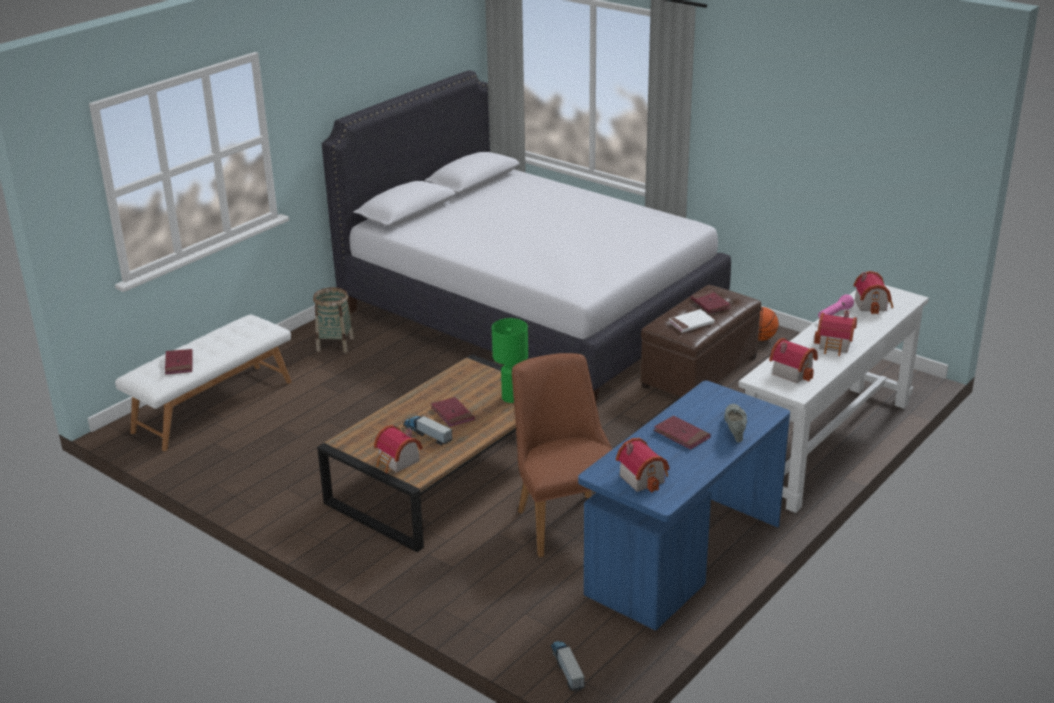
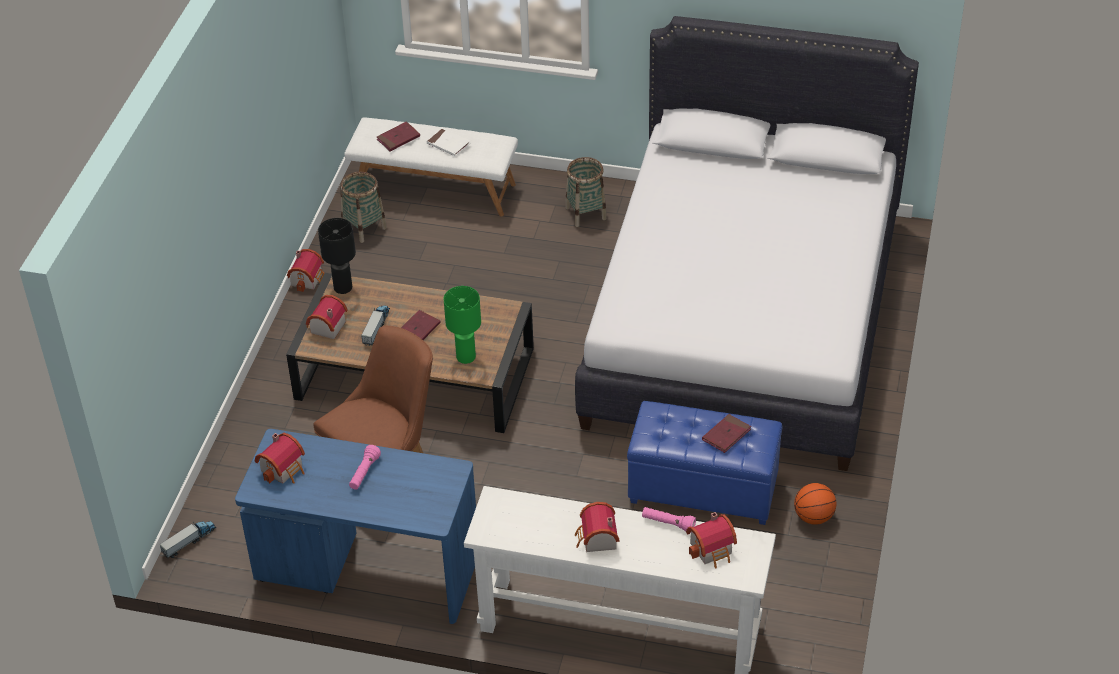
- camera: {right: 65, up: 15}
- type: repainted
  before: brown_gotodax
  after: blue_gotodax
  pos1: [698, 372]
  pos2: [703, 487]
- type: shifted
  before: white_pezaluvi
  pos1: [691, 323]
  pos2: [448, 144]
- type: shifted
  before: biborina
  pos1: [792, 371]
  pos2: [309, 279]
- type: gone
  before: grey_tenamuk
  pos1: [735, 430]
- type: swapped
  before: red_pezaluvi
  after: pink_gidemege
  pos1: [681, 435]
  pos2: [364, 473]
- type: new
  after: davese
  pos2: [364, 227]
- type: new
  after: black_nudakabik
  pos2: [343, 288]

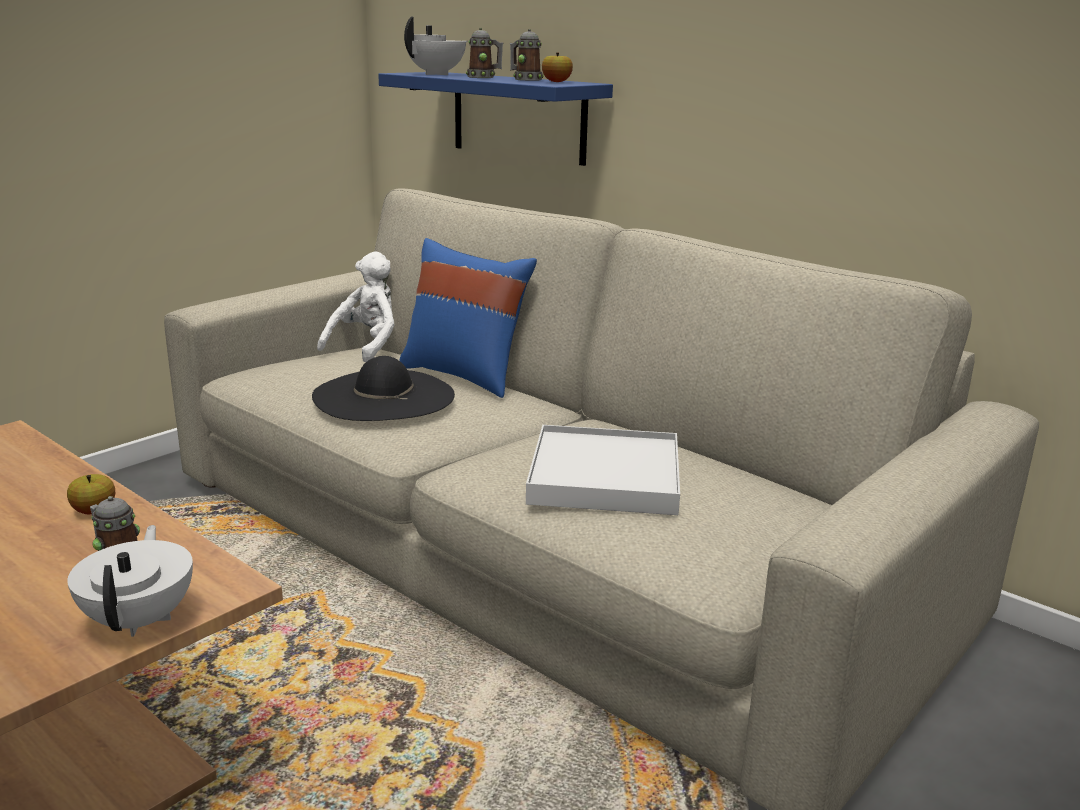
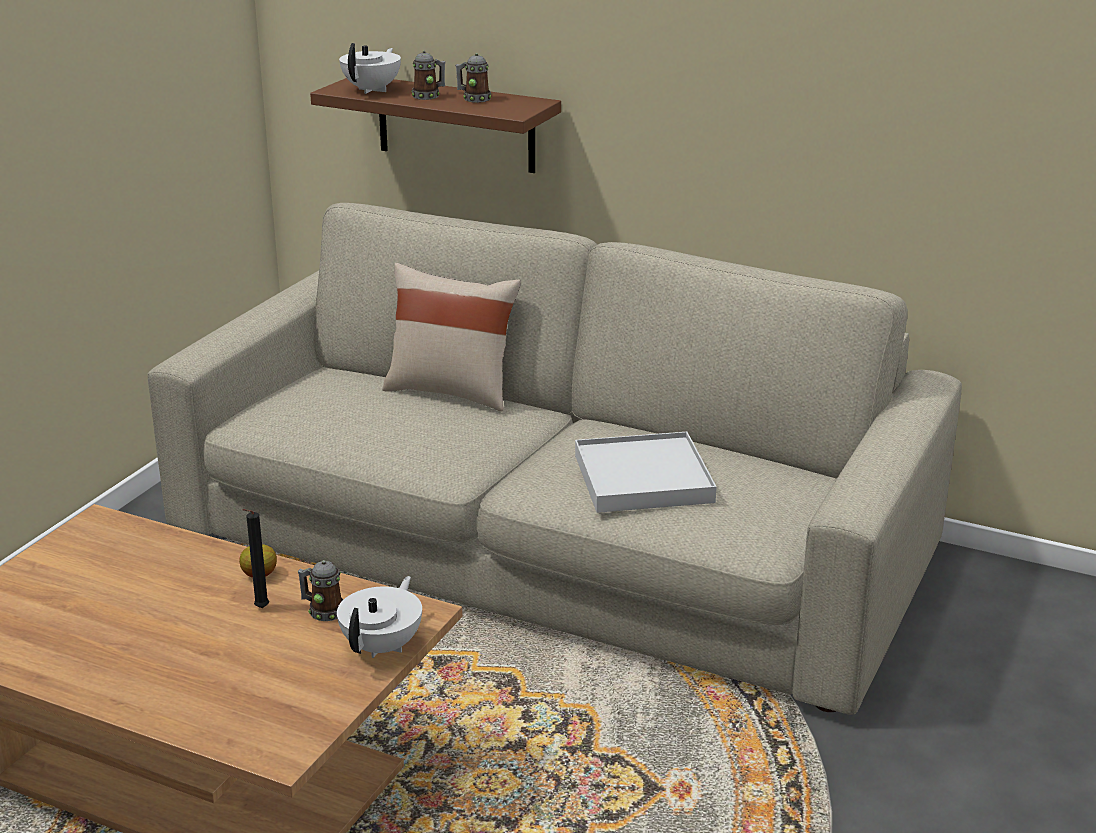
- camera: {right: -15, up: 5}
- type: gone
  before: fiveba
  pos1: [556, 82]
- type: repainted
  before: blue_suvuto
  after: brown_suvuto
  pos1: [518, 117]
  pos2: [456, 124]
- type: repainted
  before: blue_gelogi
  after: beige_gelogi
  pos1: [465, 375]
  pos2: [452, 391]
- type: gone
  before: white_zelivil
  pos1: [367, 346]
- type: gone
  before: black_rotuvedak
  pos1: [383, 396]
- type: rotated
  before: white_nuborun
  pos1: [141, 619]
  pos2: [383, 646]
  turn: 45
- type: new
  after: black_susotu
  pos2: [260, 609]

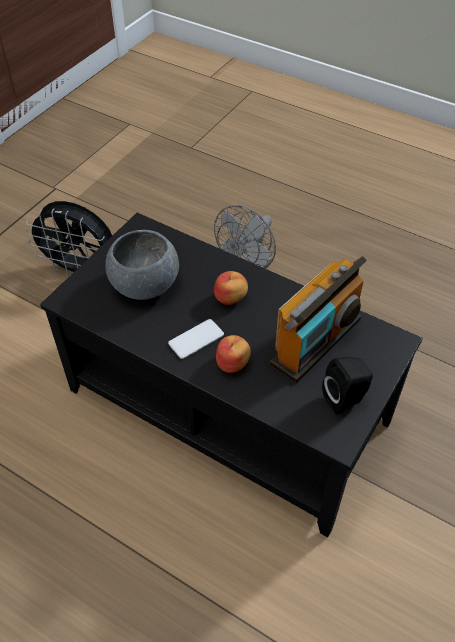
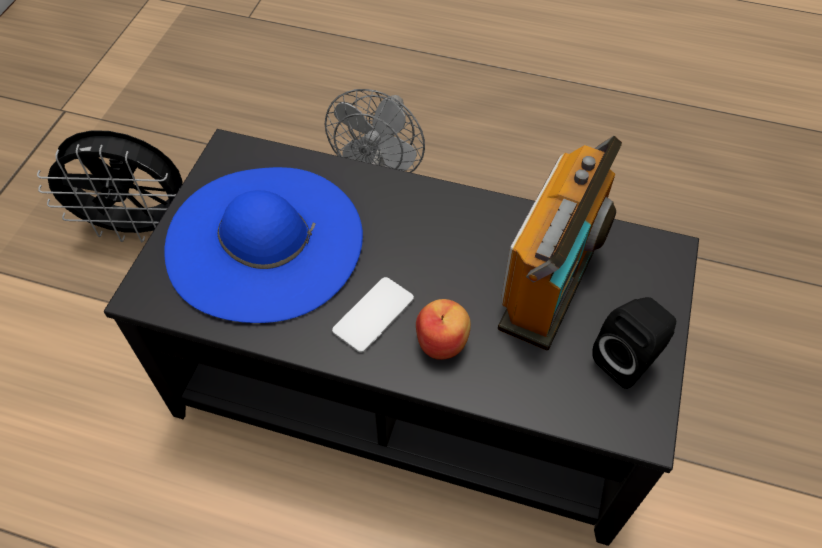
- camera: {right: -15, up: 5}
- type: swapped
  before: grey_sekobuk
  after: blue_rotuvedak
  pos1: [144, 283]
  pos2: [264, 241]
- type: gone
  before: fiveba
  pos1: [231, 298]

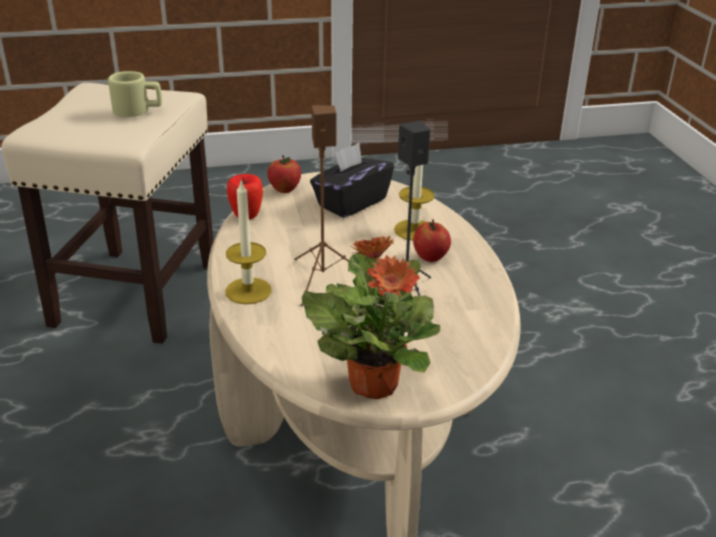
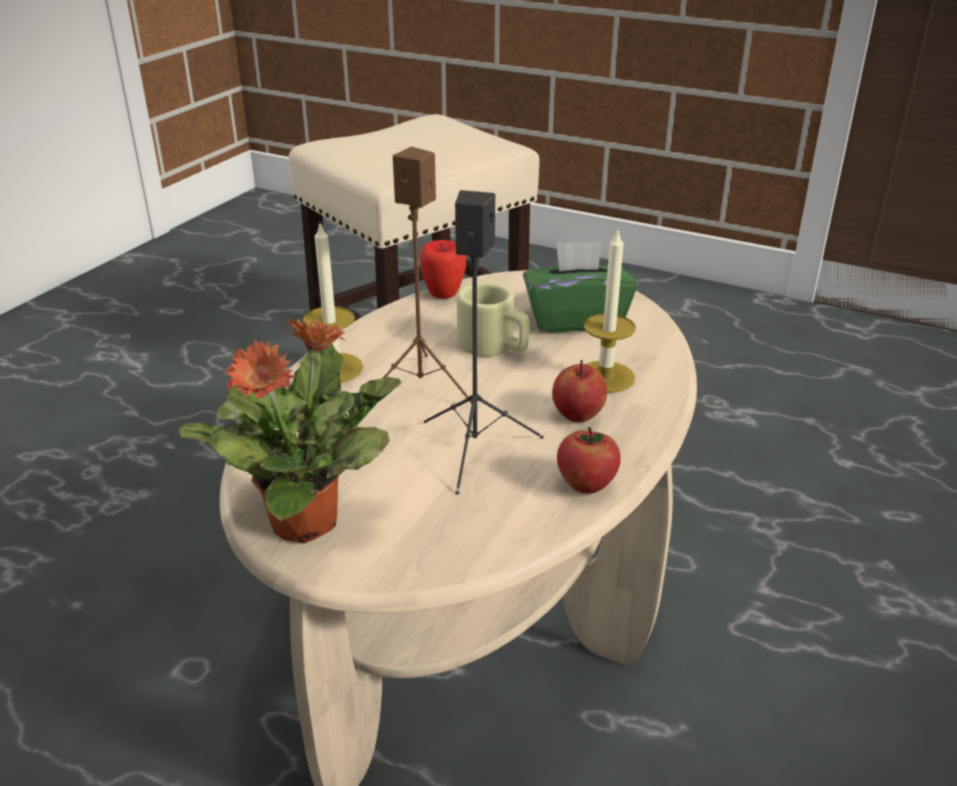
- camera: {right: 40, up: 0}
- type: shifted
  before: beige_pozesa
  pos1: [138, 110]
  pos2: [494, 347]
- type: repainted
  before: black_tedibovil
  after: green_tedibovil
  pos1: [351, 202]
  pos2: [575, 319]
- type: shifted
  before: fiveba
  pos1: [284, 189]
  pos2: [586, 485]

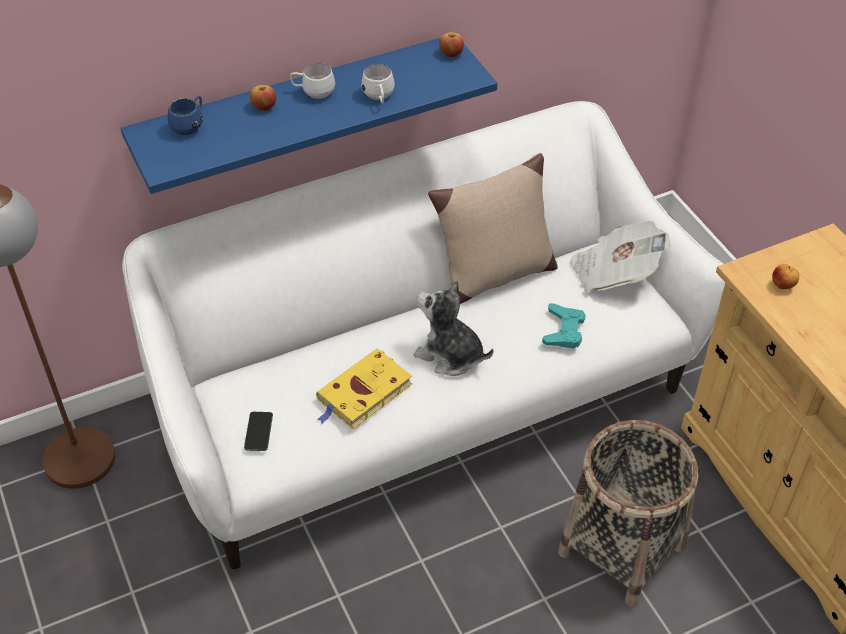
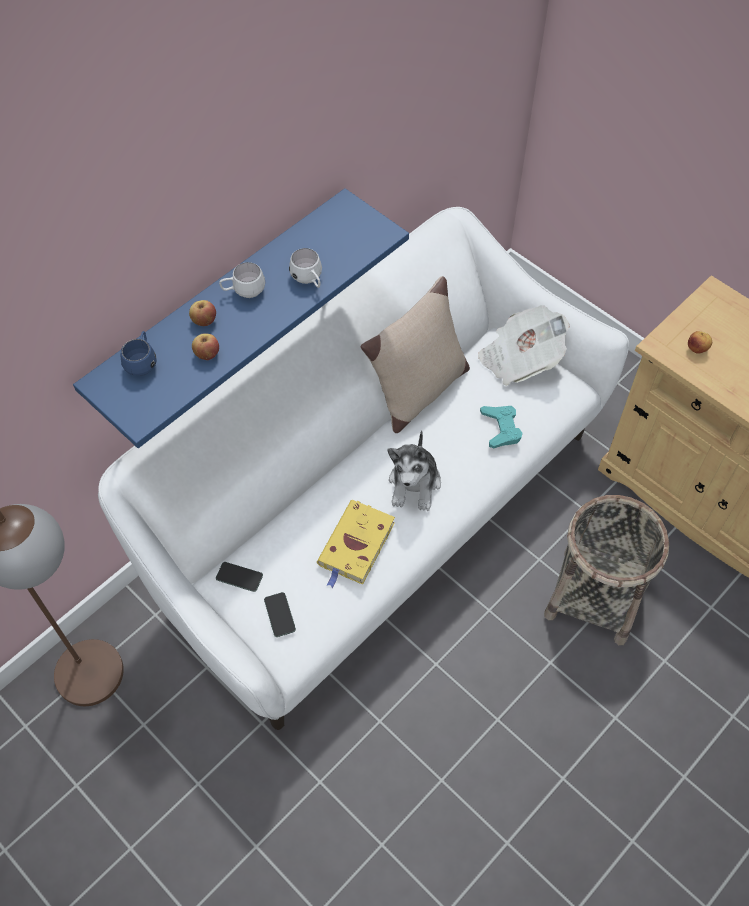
- camera: {right: -20, up: 10}
- type: shifted
  before: fiveba
  pos1: [451, 54]
  pos2: [207, 354]
- type: rotated
  before: zelivil
  pos1: [450, 355]
  pos2: [415, 483]
  turn: -90
- type: new
  after: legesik
  pos2: [239, 577]

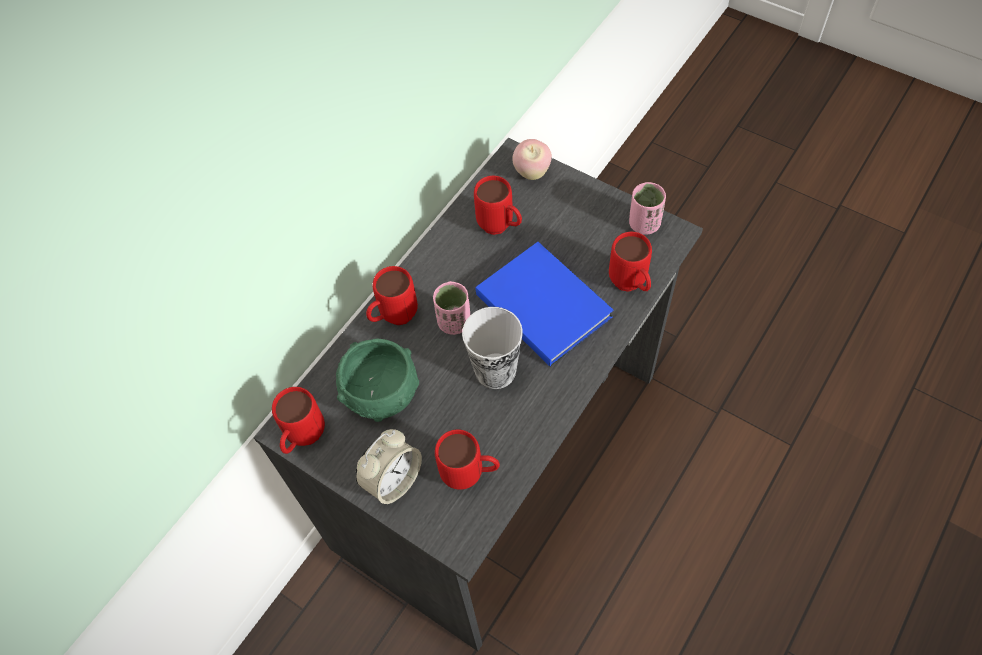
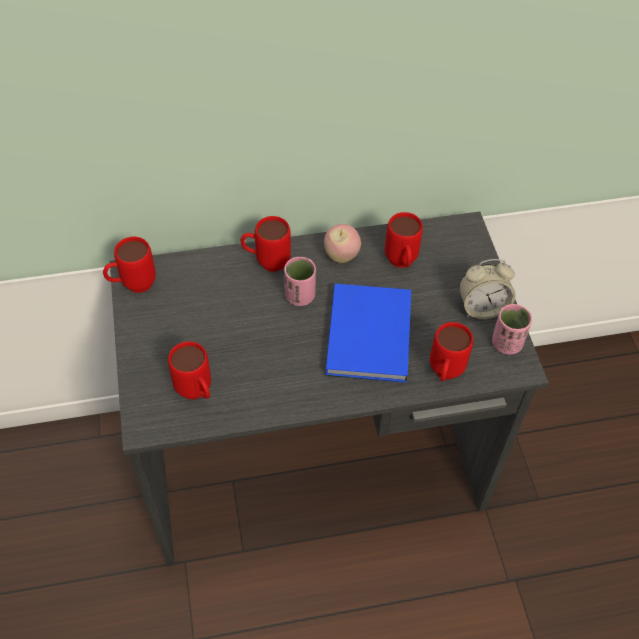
- camera: {right: 40, up: -5}
- type: shifted
  before: fiveba
  pos1: [532, 173]
  pos2: [341, 256]
- type: gone
  before: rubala
  pos1: [495, 370]
- type: gone
  before: green_sekobuk
  pos1: [381, 393]
- type: shifted
  before: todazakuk
  pos1: [393, 480]
  pos2: [482, 307]

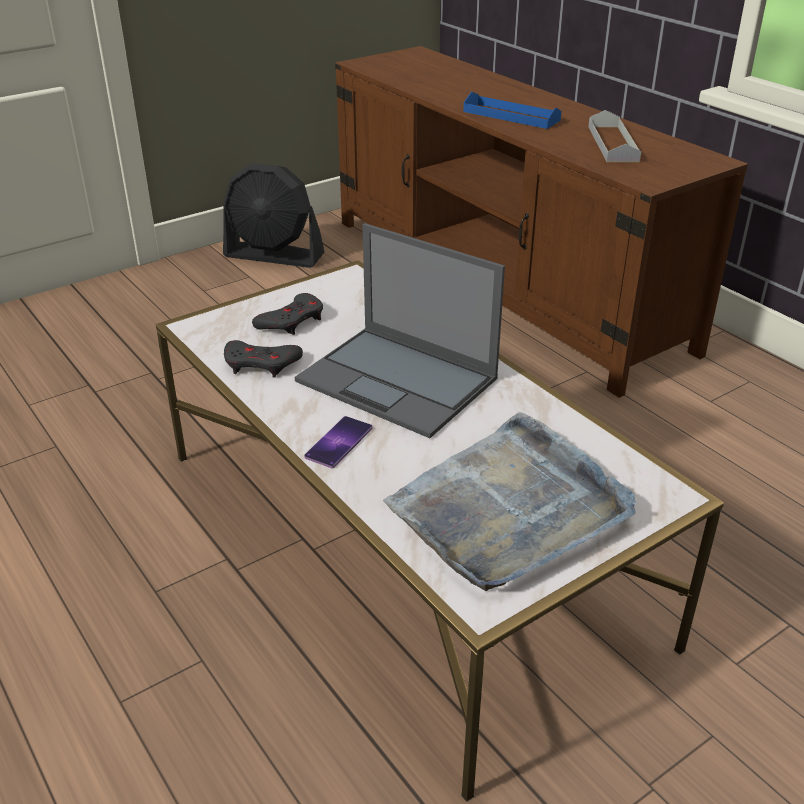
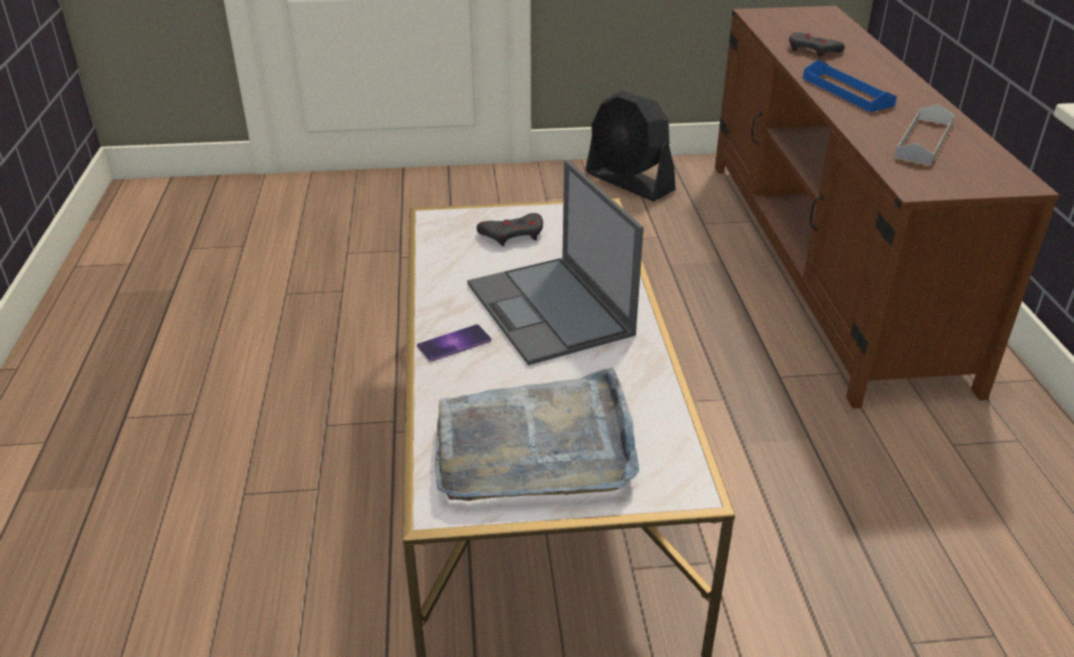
- camera: {right: 30, up: 0}
- type: shifted
  before: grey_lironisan
  pos1: [261, 364]
  pos2: [812, 50]

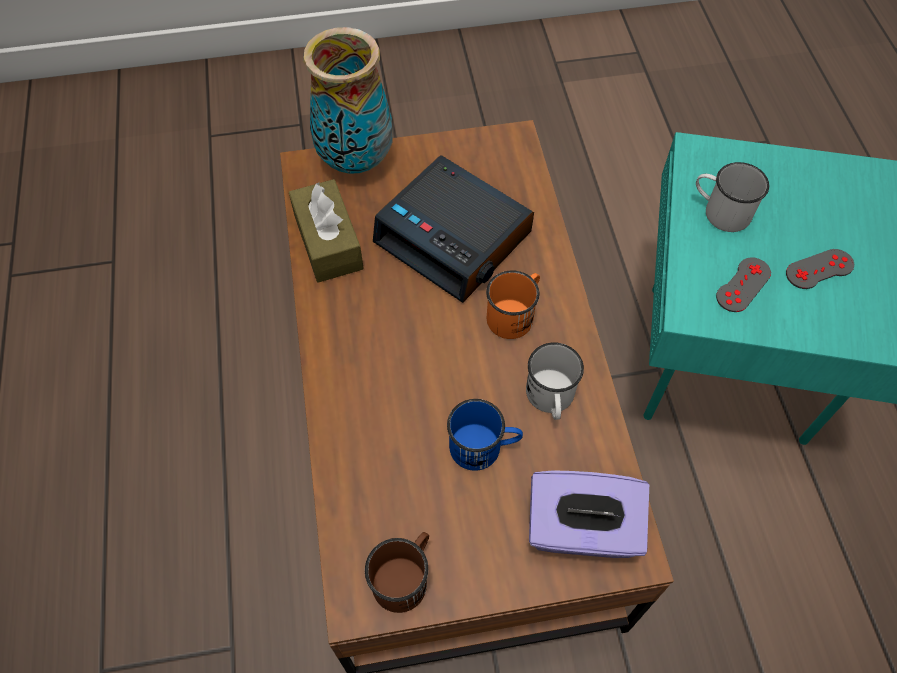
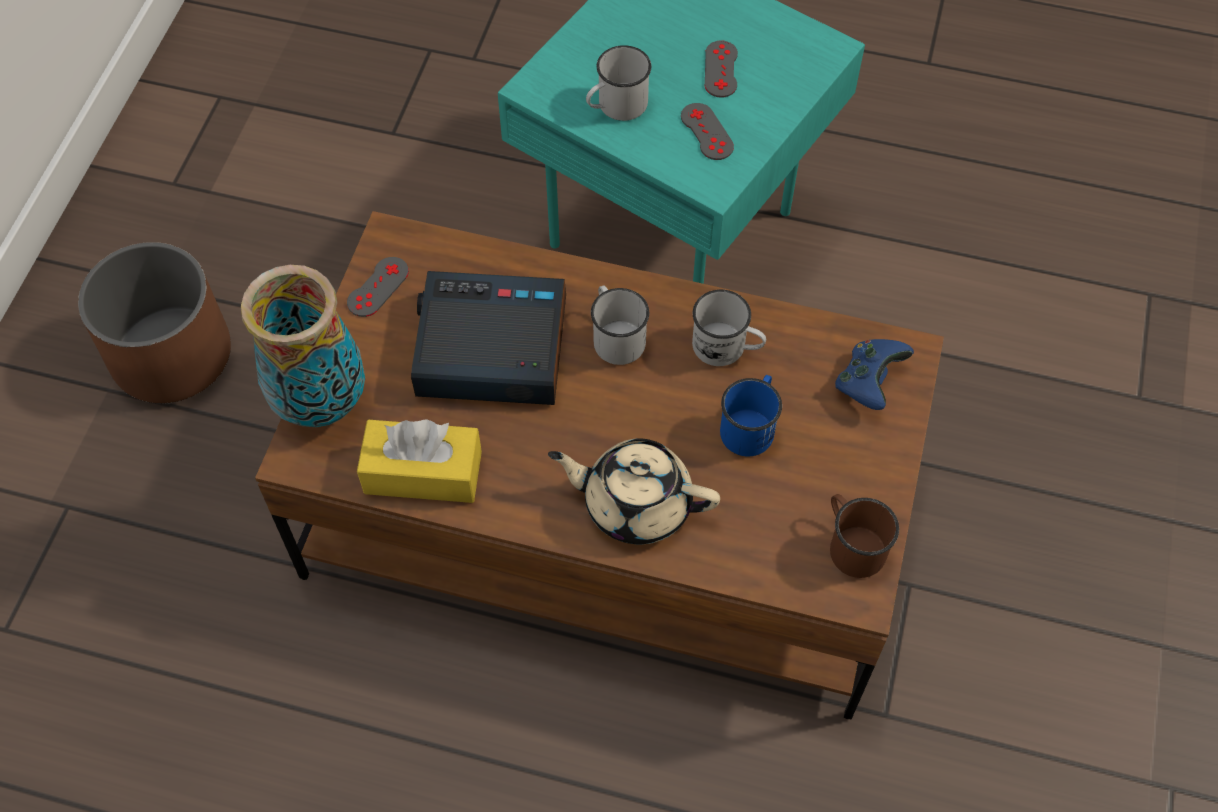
- camera: {right: -65, up: 0}
- type: rotated
  before: todazakuk
  pos1: [455, 238]
  pos2: [490, 349]
  turn: -150
- type: repainted
  before: brown_tedibovil
  after: yellow_tedibovil
  pos1: [328, 242]
  pos2: [423, 472]
- type: repainted
  before: orange_pozesa
  after: white_pozesa
  pos1: [514, 314]
  pos2: [615, 336]
- type: swapped
  before: purple_tedibovil
  after: blue_lironisan
  pos1: [582, 529]
  pos2: [868, 382]
- type: new
  after: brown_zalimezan
  pos2: [171, 354]
- type: new
  after: grey_lironisan
  pos2: [378, 287]
- type: new
  after: beige_nuborun
  pos2: [635, 503]

